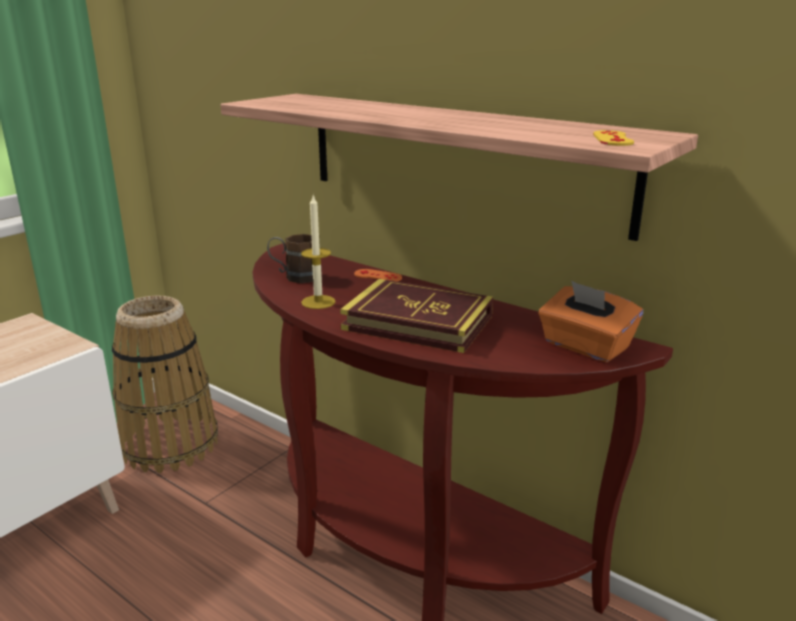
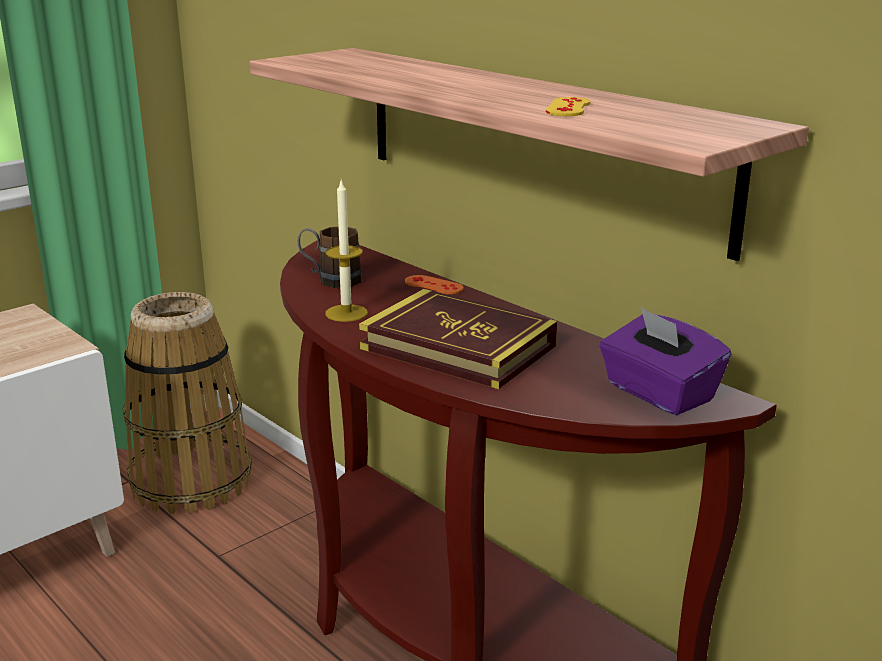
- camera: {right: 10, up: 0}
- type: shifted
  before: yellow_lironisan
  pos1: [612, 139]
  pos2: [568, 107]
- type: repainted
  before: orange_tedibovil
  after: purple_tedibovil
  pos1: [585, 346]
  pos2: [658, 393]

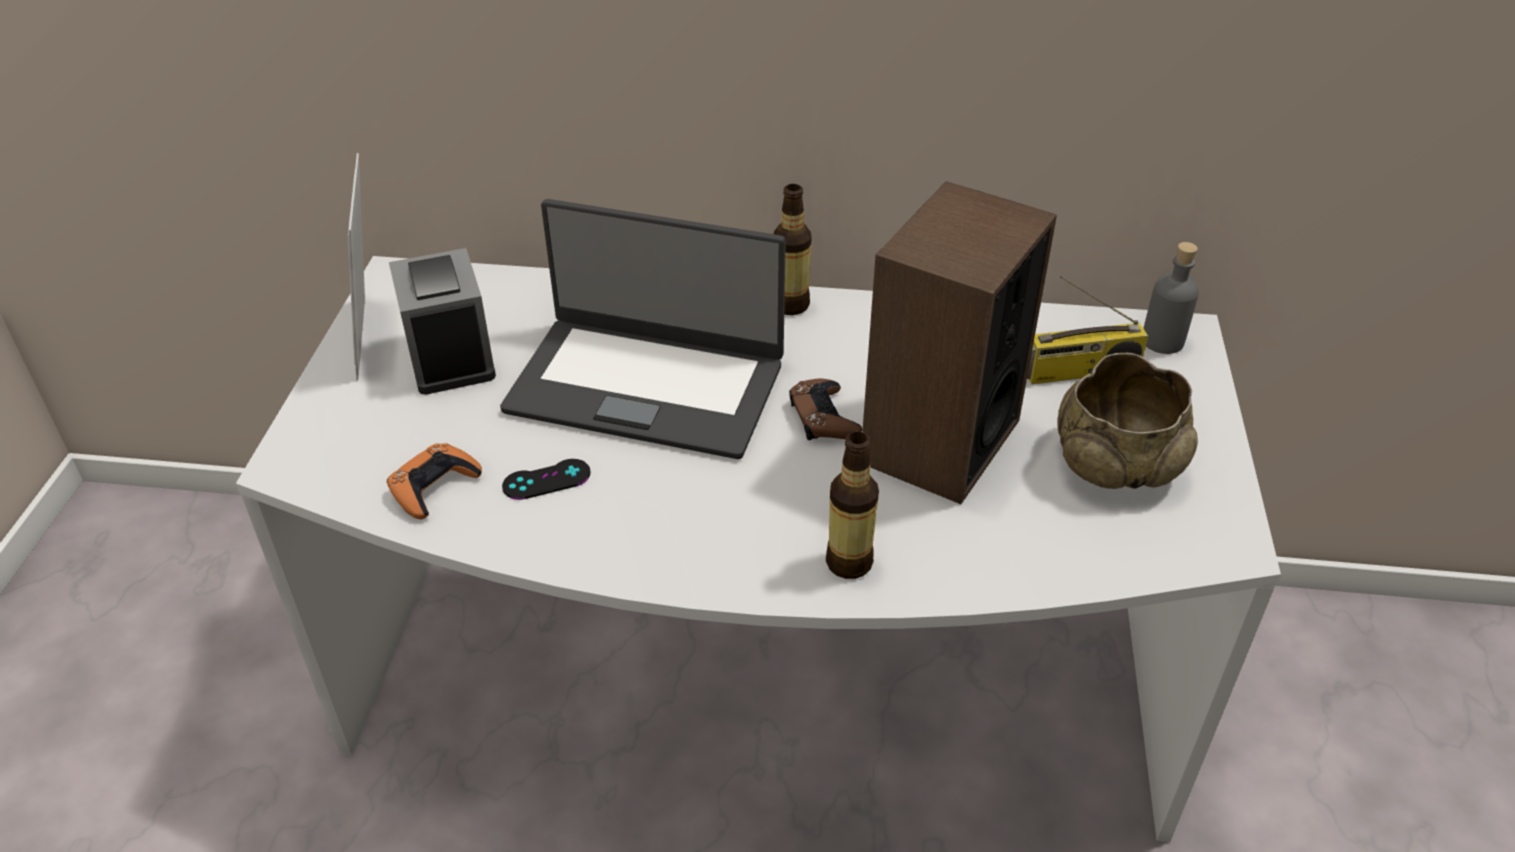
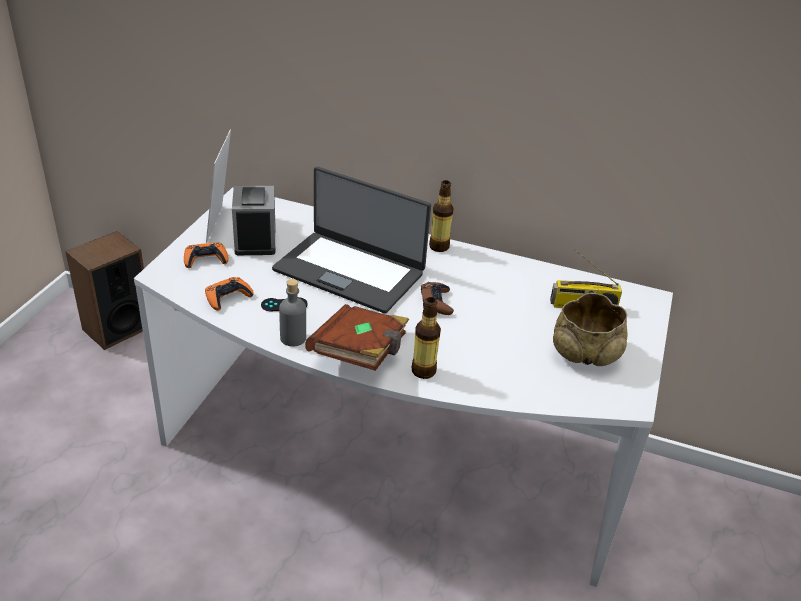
- camera: {right: 10, up: -5}
- type: shifted
  before: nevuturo
  pos1: [939, 441]
  pos2: [117, 328]
- type: shifted
  before: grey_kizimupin
  pos1: [1162, 341]
  pos2: [293, 338]
- type: new
  after: orange_lironisan
  pos2: [205, 259]
- type: new
  after: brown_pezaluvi
  pos2: [361, 353]

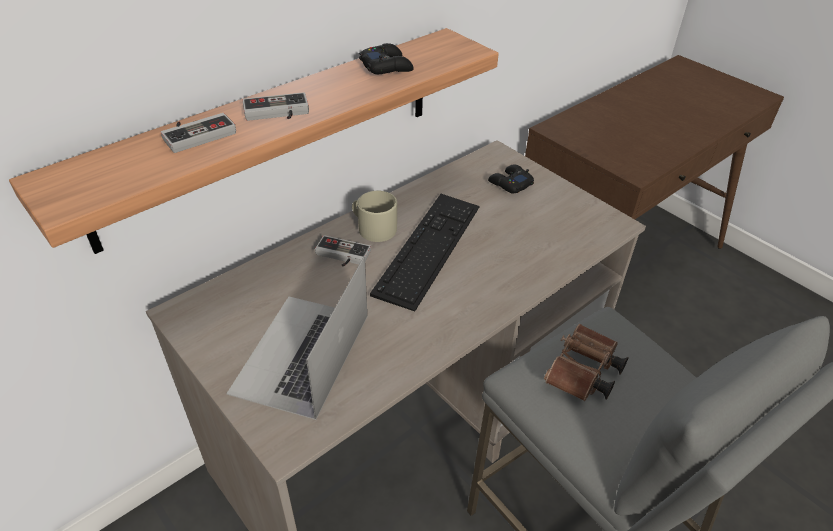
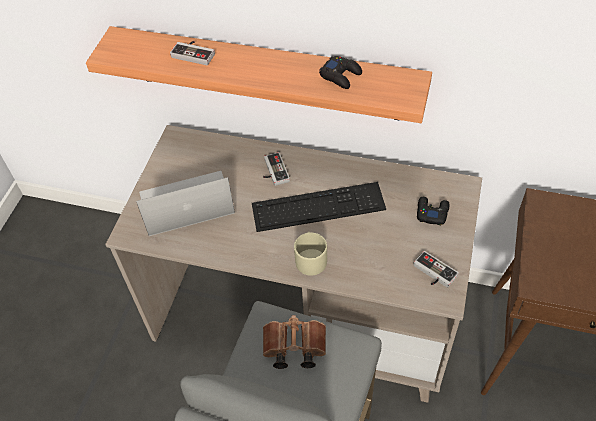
- camera: {right: 60, up: 10}
- type: shifted
  before: lironisan
  pos1: [277, 114]
  pos2: [432, 273]
- type: shifted
  before: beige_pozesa
  pos1: [373, 227]
  pos2: [310, 258]

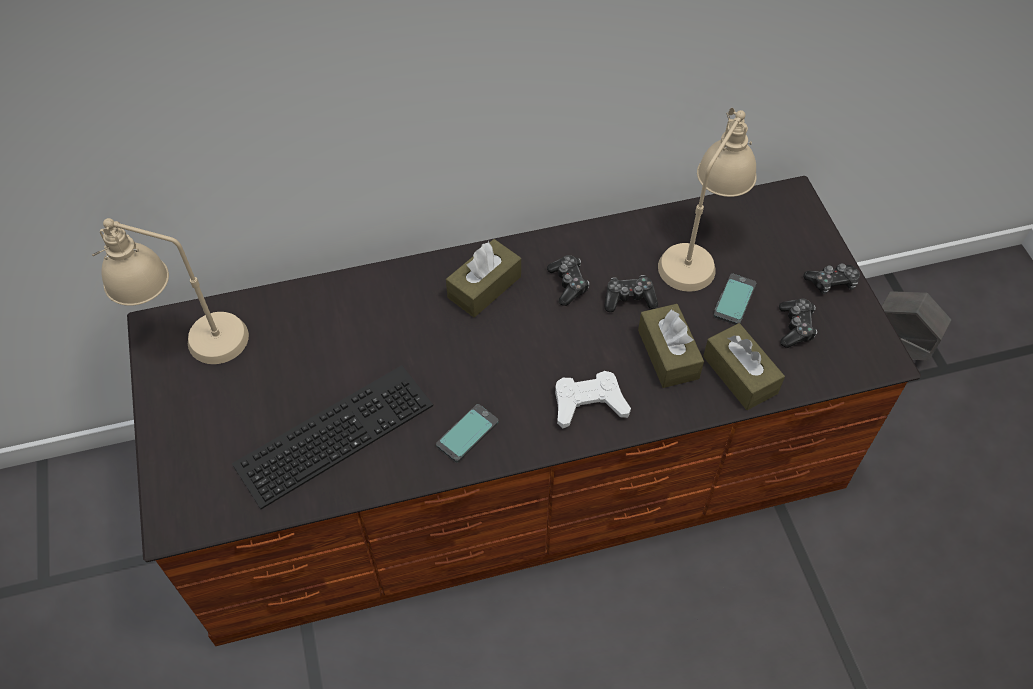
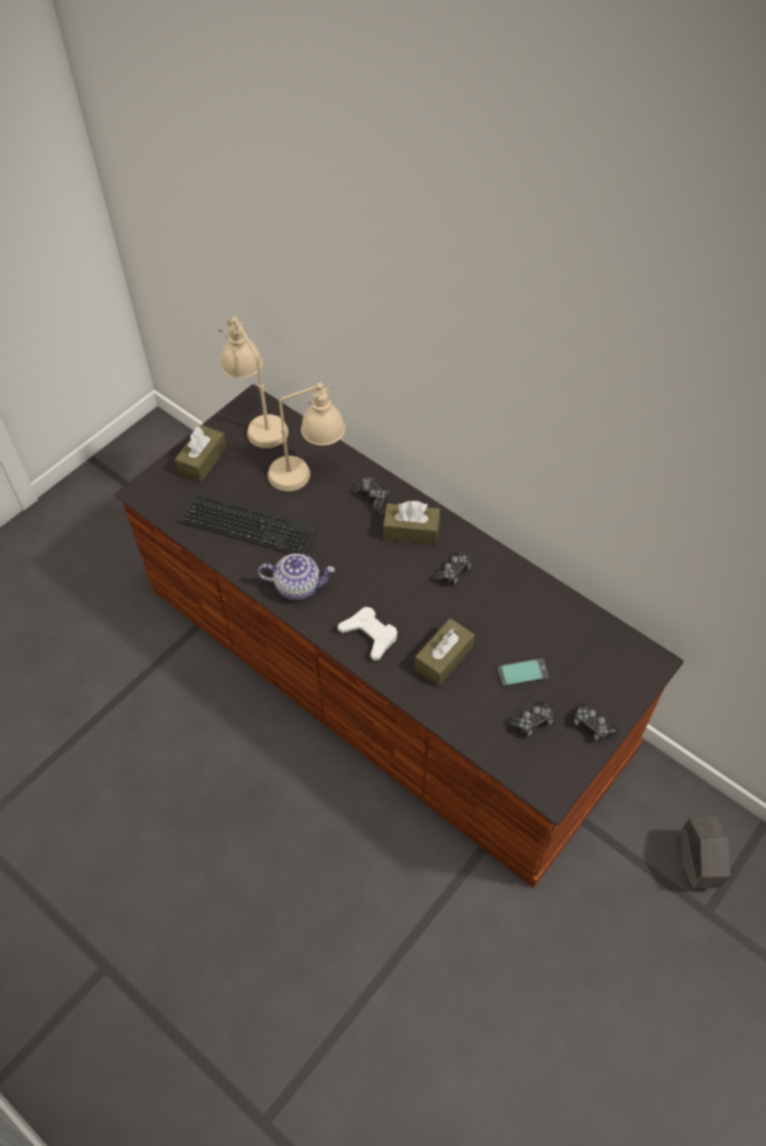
- camera: {right: 55, up: 0}
- type: shifted
  before: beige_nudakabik
  pos1: [698, 251]
  pos2: [308, 474]
- type: shifted
  before: lironisan
  pos1: [629, 298]
  pos2: [371, 498]
- type: shifted
  before: brown_tedibovil
  pos1: [740, 375]
  pos2: [202, 460]
- type: swapped
  before: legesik
  after: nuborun
  pos1: [467, 433]
  pos2: [298, 586]

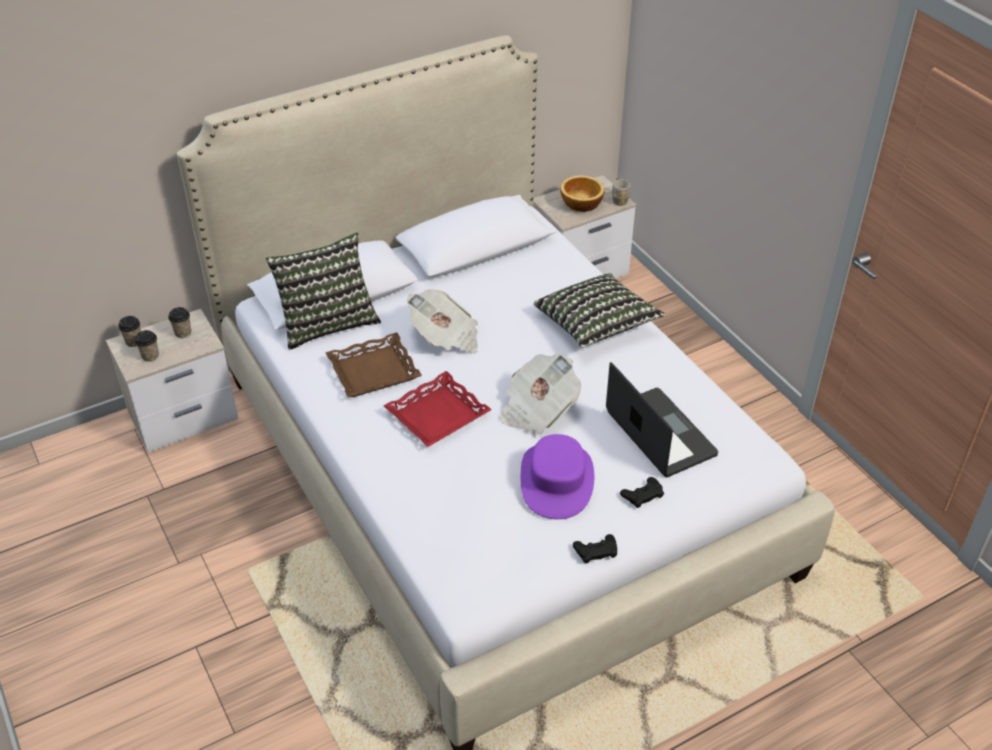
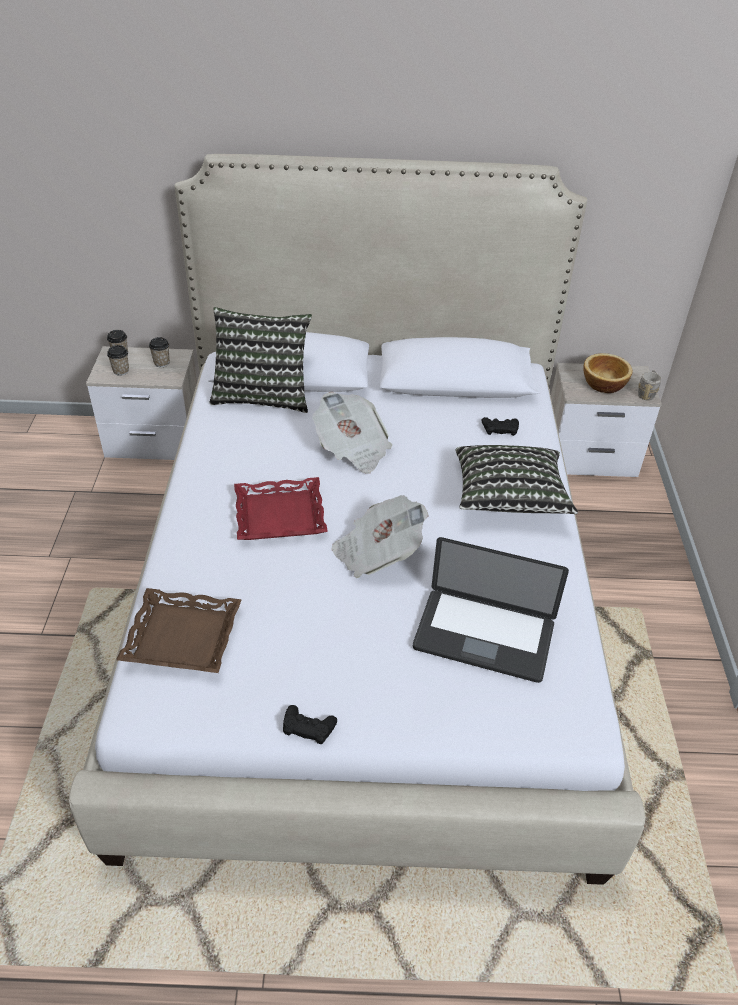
- camera: {right: 30, up: 0}
- type: shifted
  before: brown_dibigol
  pos1: [373, 370]
  pos2: [183, 636]
- type: rotated
  before: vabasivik
  pos1: [660, 434]
  pos2: [483, 636]
  turn: 105
- type: gone
  before: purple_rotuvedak
  pos1: [557, 480]
- type: shifted
  before: black_lironisan
  pos1: [642, 495]
  pos2: [500, 428]

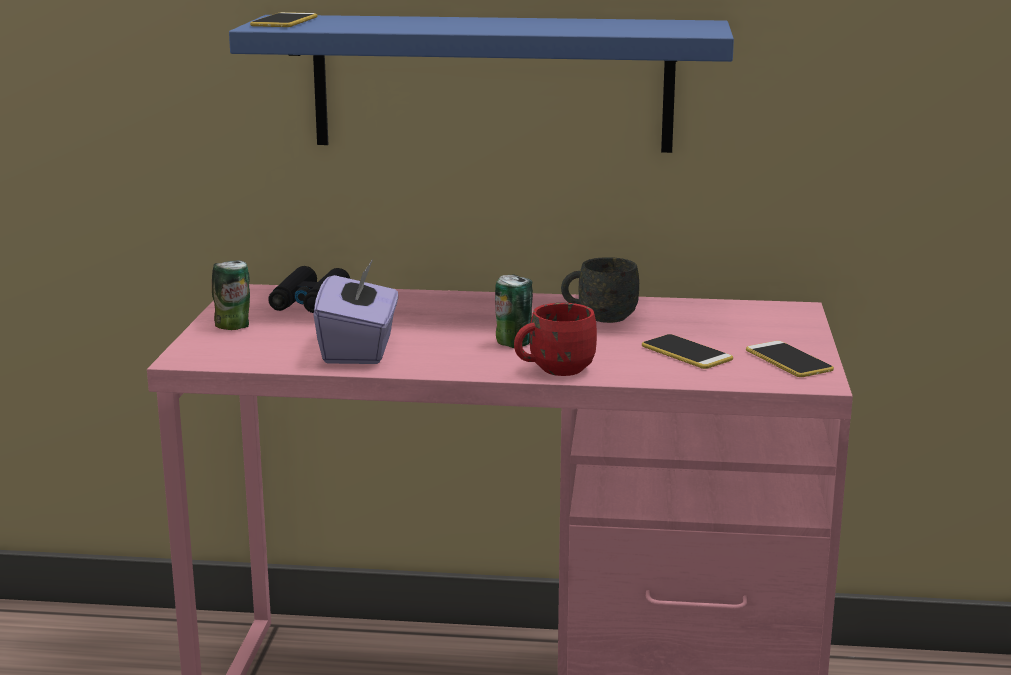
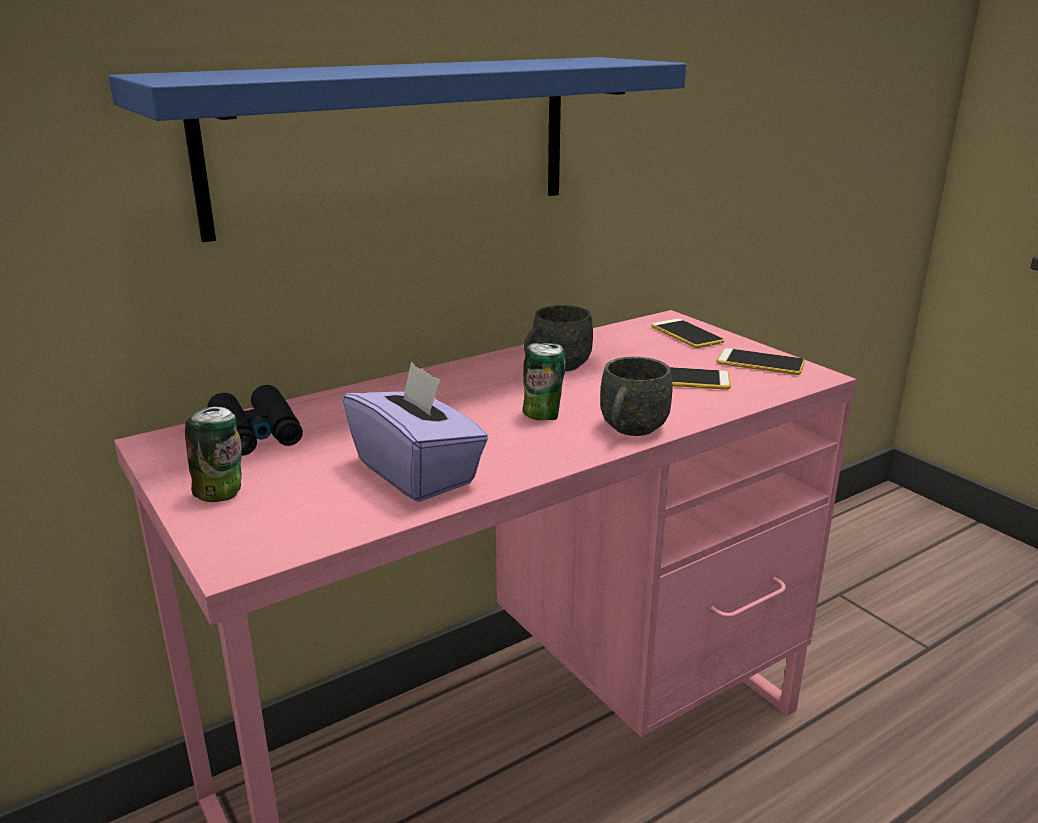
- camera: {right: -40, up: 5}
- type: shifted
  before: legesik
  pos1: [284, 22]
  pos2: [686, 334]
- type: repainted
  before: red_pozesa
  after: grey_pozesa
  pos1: [553, 370]
  pos2: [630, 431]

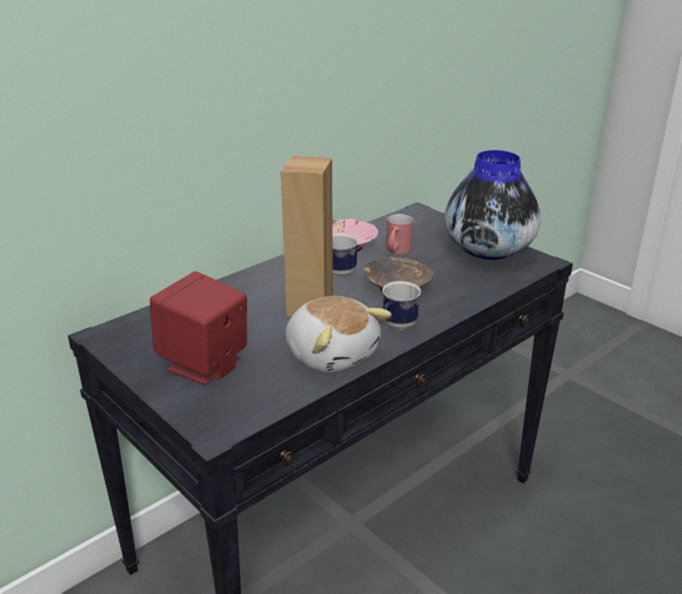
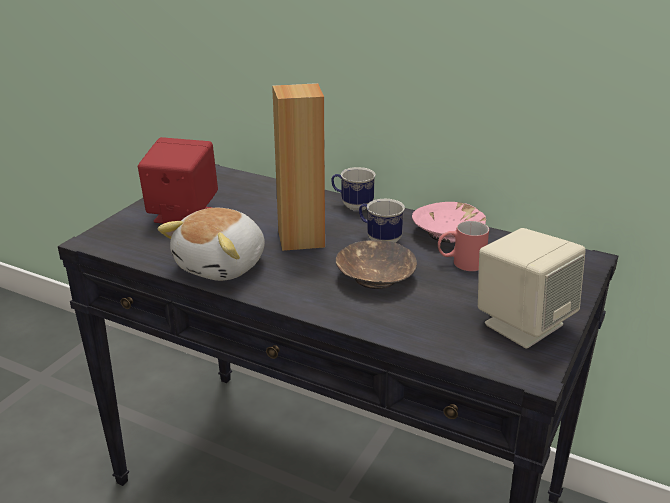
- camera: {right: 70, up: 0}
- type: swapped
  before: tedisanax
  after: beige_nevuturo
  pos1: [487, 251]
  pos2: [523, 324]
- type: shifted
  before: pozesa
  pos1: [397, 326]
  pos2: [352, 205]

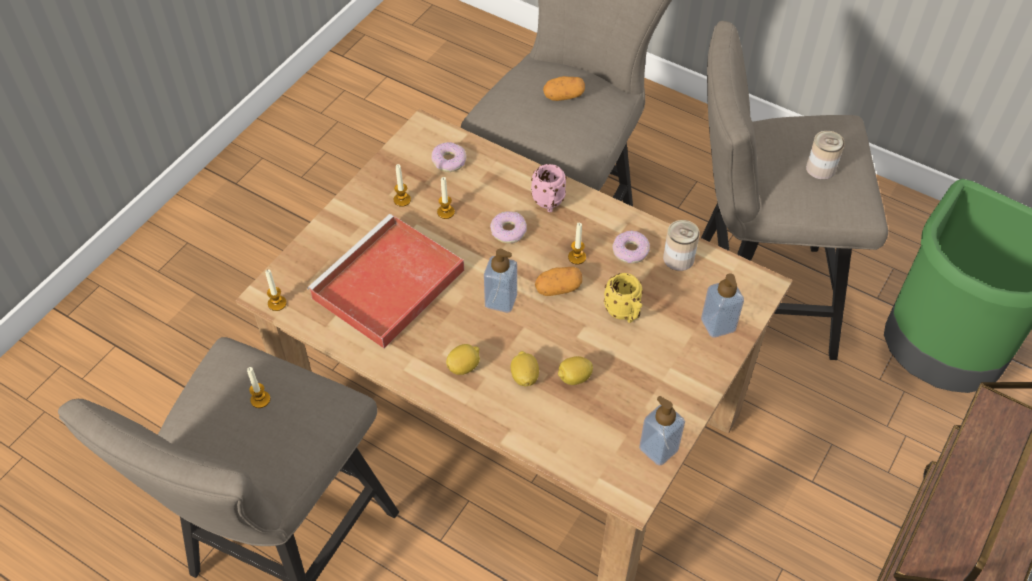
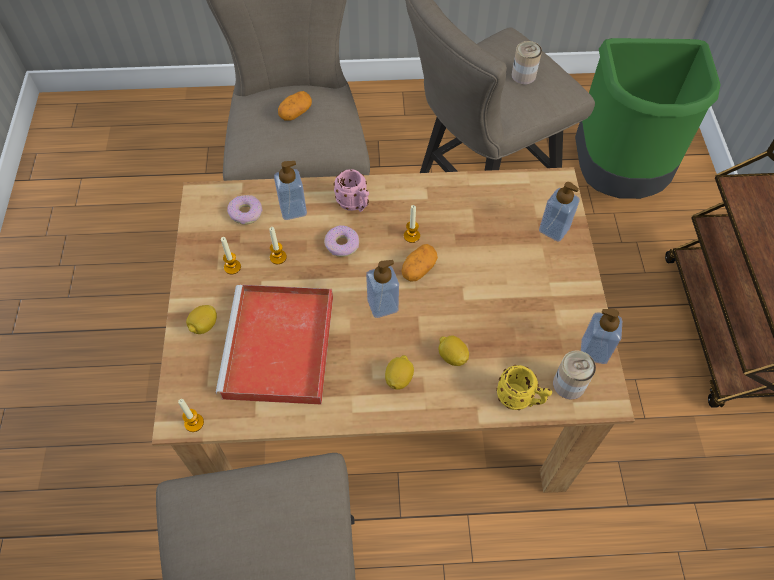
- camera: {right: -35, up: 5}
- type: shifted
  before: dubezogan
  pos1: [678, 258]
  pos2: [569, 384]
- type: gone
  before: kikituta
  pos1: [630, 251]
- type: shifted
  before: yellow_pozesa
  pos1: [624, 313]
  pos2: [520, 399]
- type: shifted
  before: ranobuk
  pos1: [574, 377]
  pos2: [204, 325]
- type: gone
  before: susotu
  pos1: [260, 399]
- type: new
  after: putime
  pos2: [293, 209]

